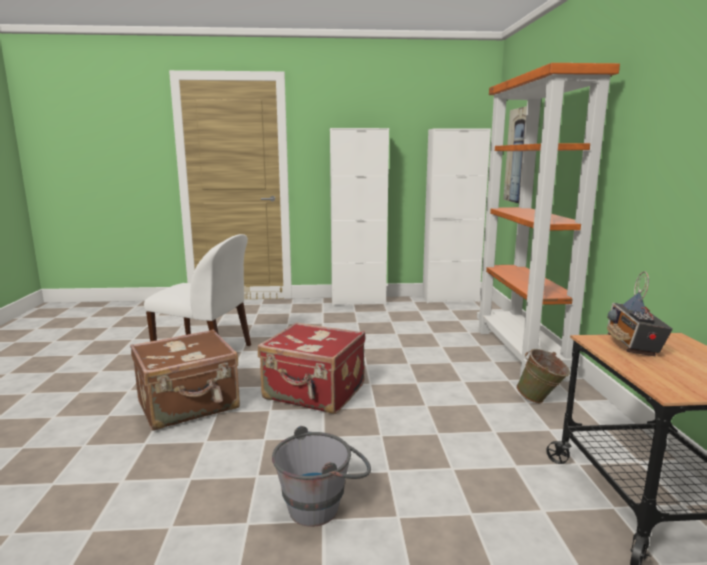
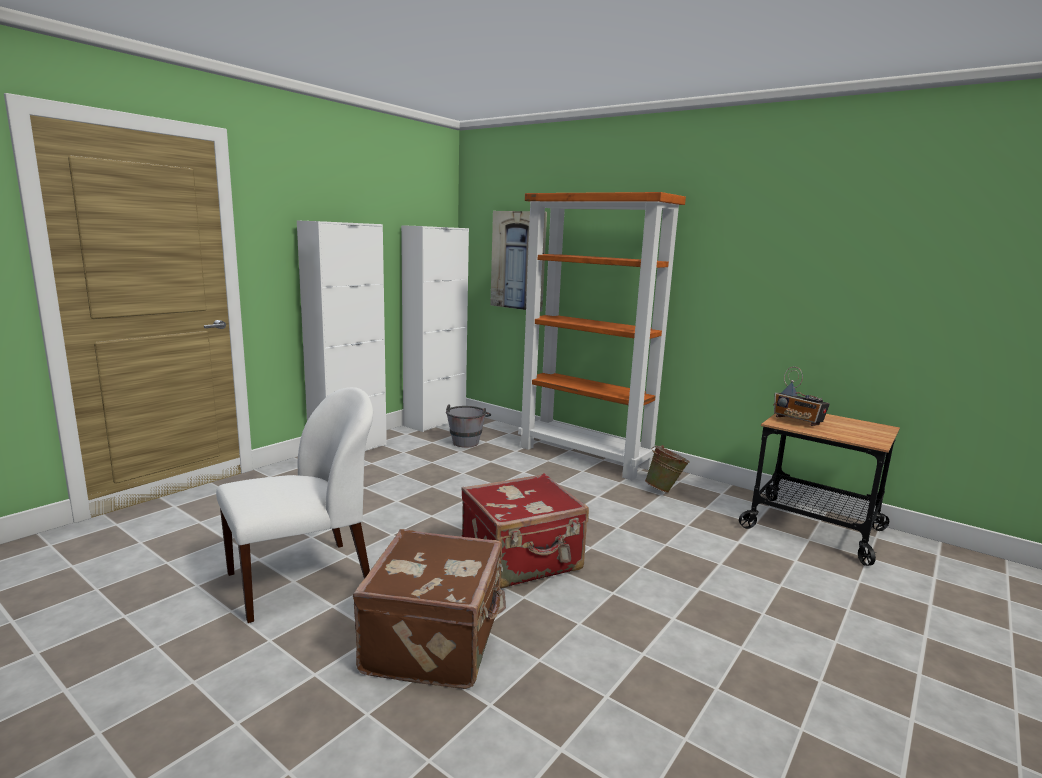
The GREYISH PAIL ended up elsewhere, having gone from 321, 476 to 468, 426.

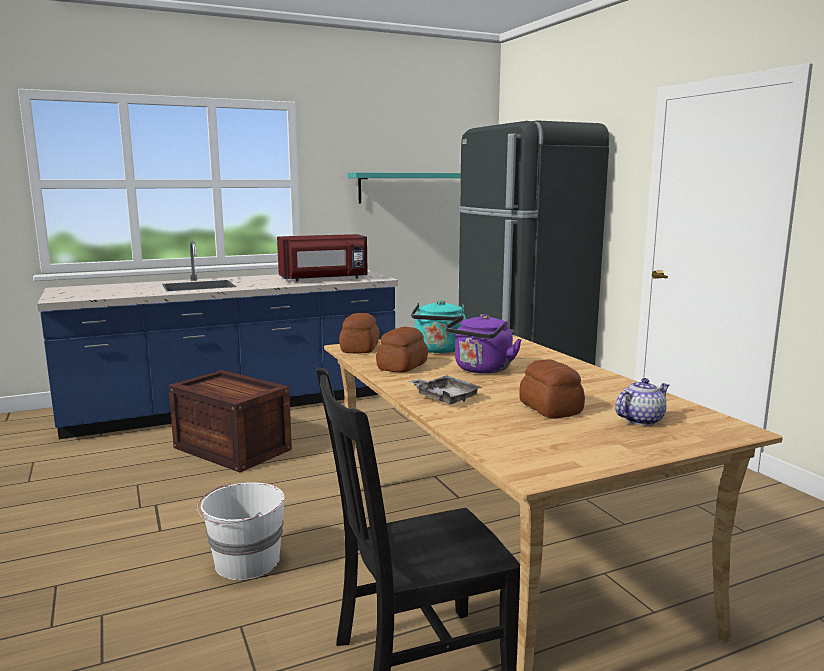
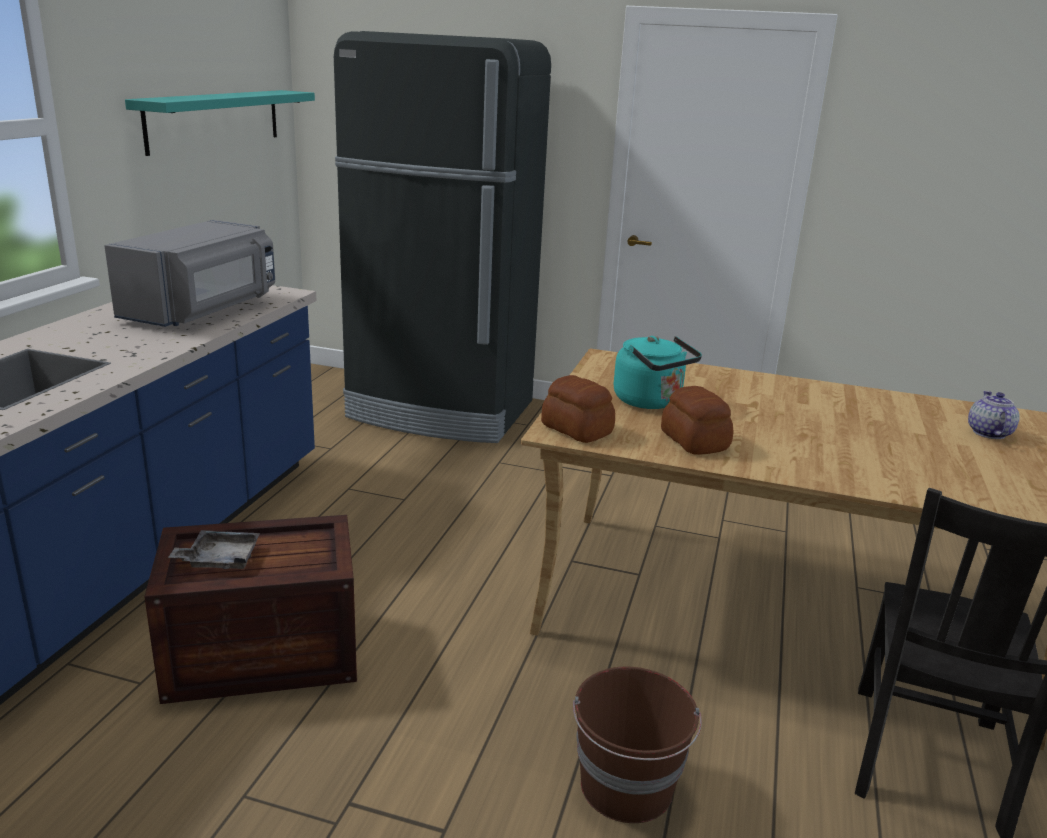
What was the RED-COLOURED MICROWAVE OVEN at 322, 258 turned into the GREYISH MICROWAVE OVEN at 189, 273.
The second view lost the PURPLE TEA KETTLE at 484, 344.
The second view lost the BAKERY BREAD at 552, 388.
The GREYISH SERVING TRAY ended up elsewhere, having gone from 445, 389 to 214, 549.
What was the WHITISH PAIL at 241, 531 turned into the BROWN-COLOURED PAIL at 637, 745.

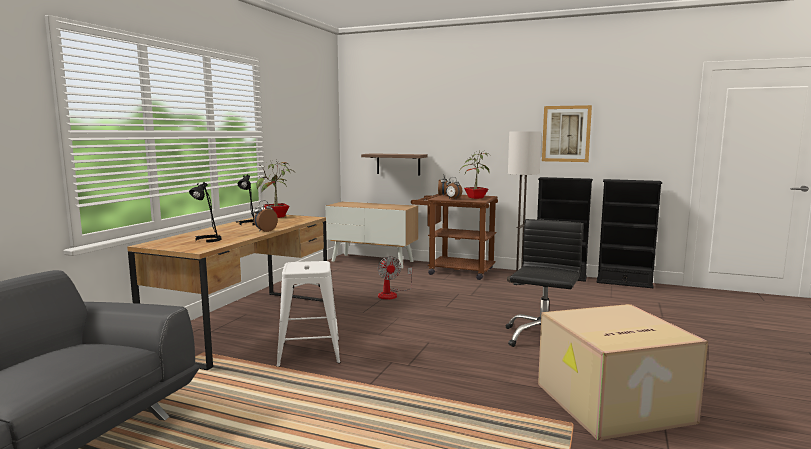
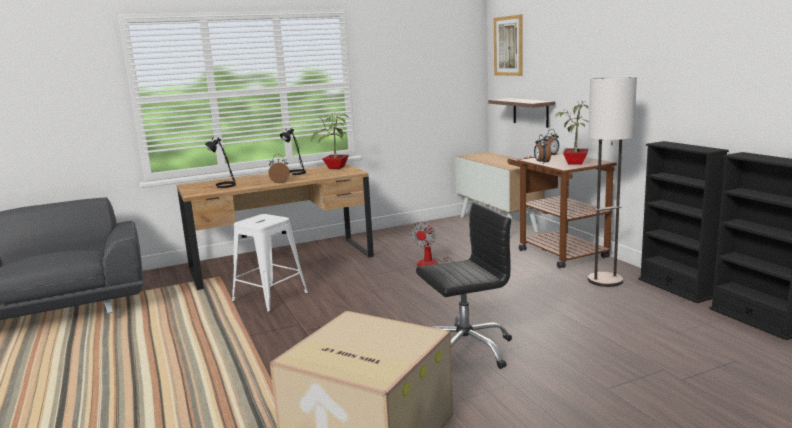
The PICTURE ended up elsewhere, having gone from 567, 133 to 508, 45.

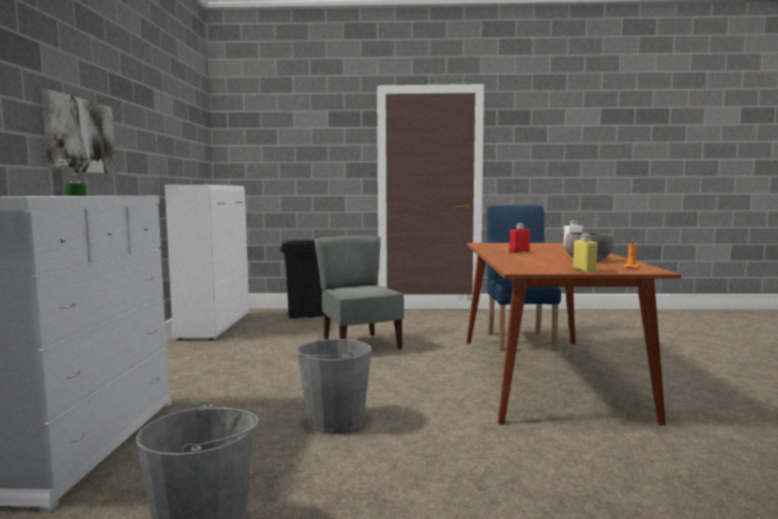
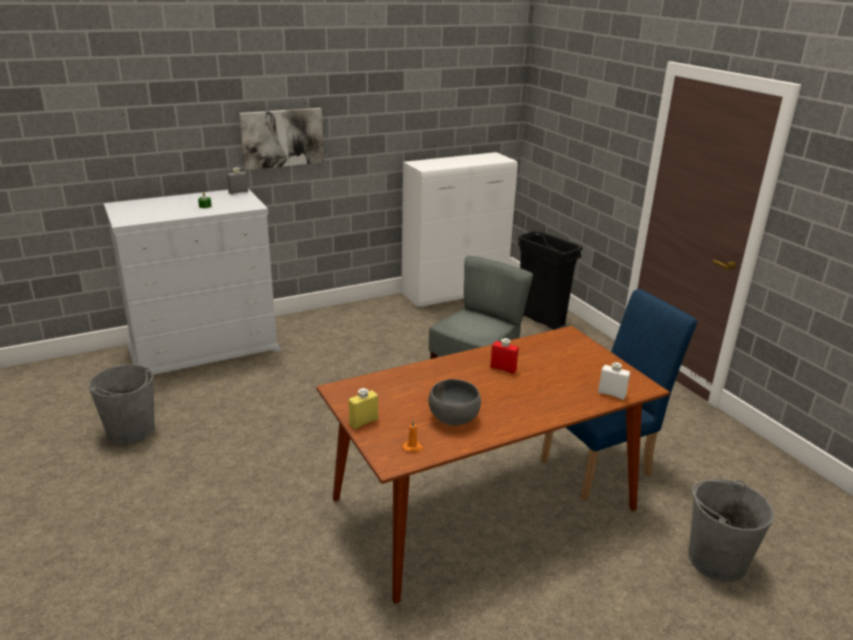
The GREYISH PAIL ended up elsewhere, having gone from 333, 385 to 731, 530.

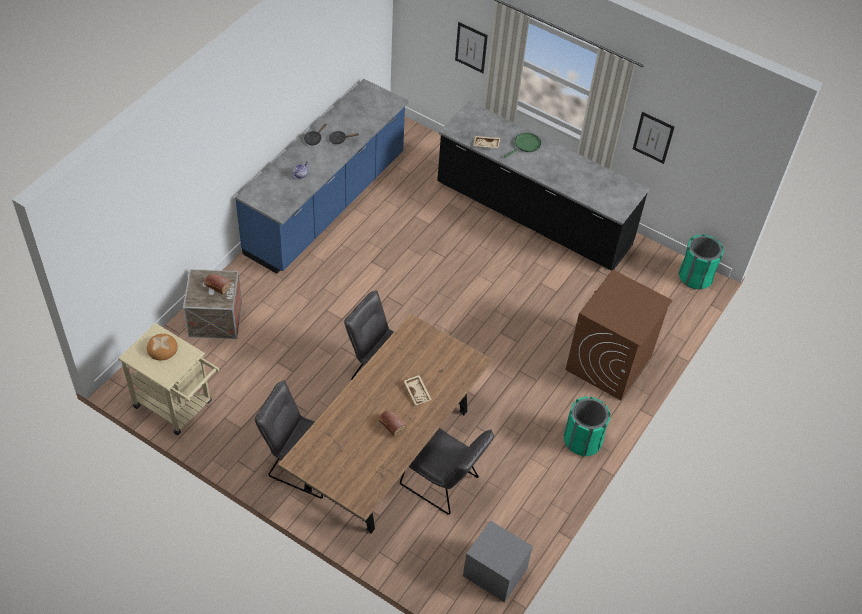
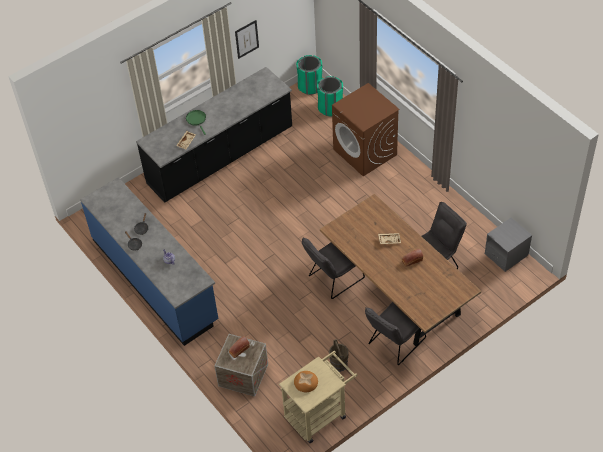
The second view lost the PICTURE at 471, 47.
The GREENISH TRASH CAN ended up elsewhere, having gone from 587, 426 to 330, 96.
The second view gained the BROWN-COLOURED PAIL at 339, 355.

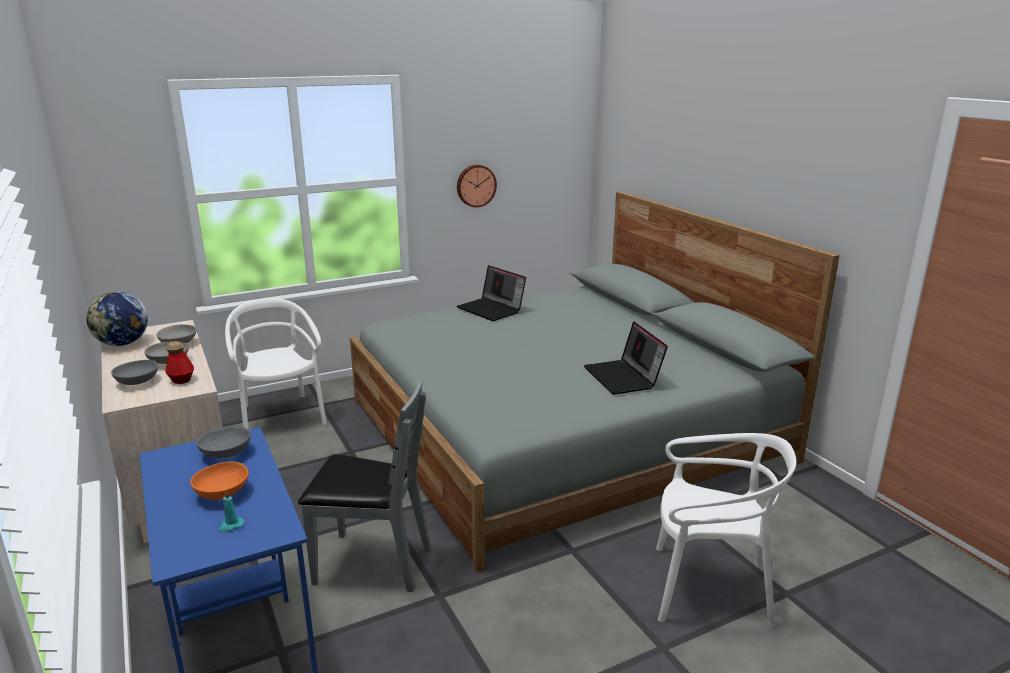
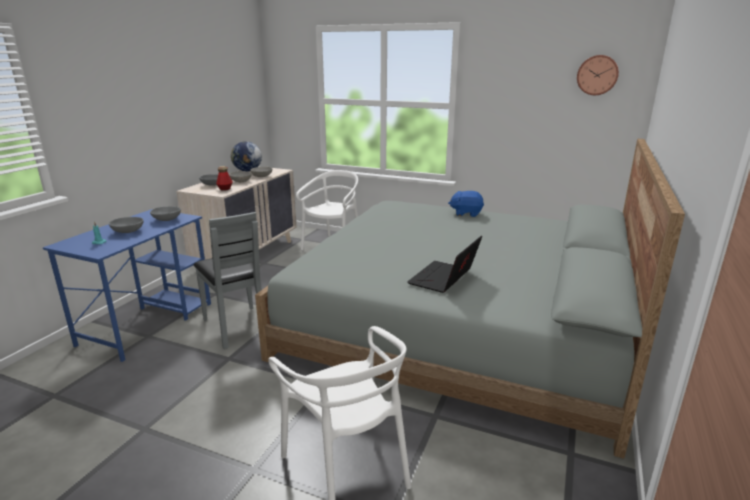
The CLOCK ON THE WALL ended up elsewhere, having gone from 477, 186 to 598, 75.
Where the LAPTOP stood at 491, 293, the BLUE CUDDLY TOY came to stand at 466, 204.
What was the ORANGE BOWL at 219, 481 turned into the GREYISH BOWL at 126, 225.

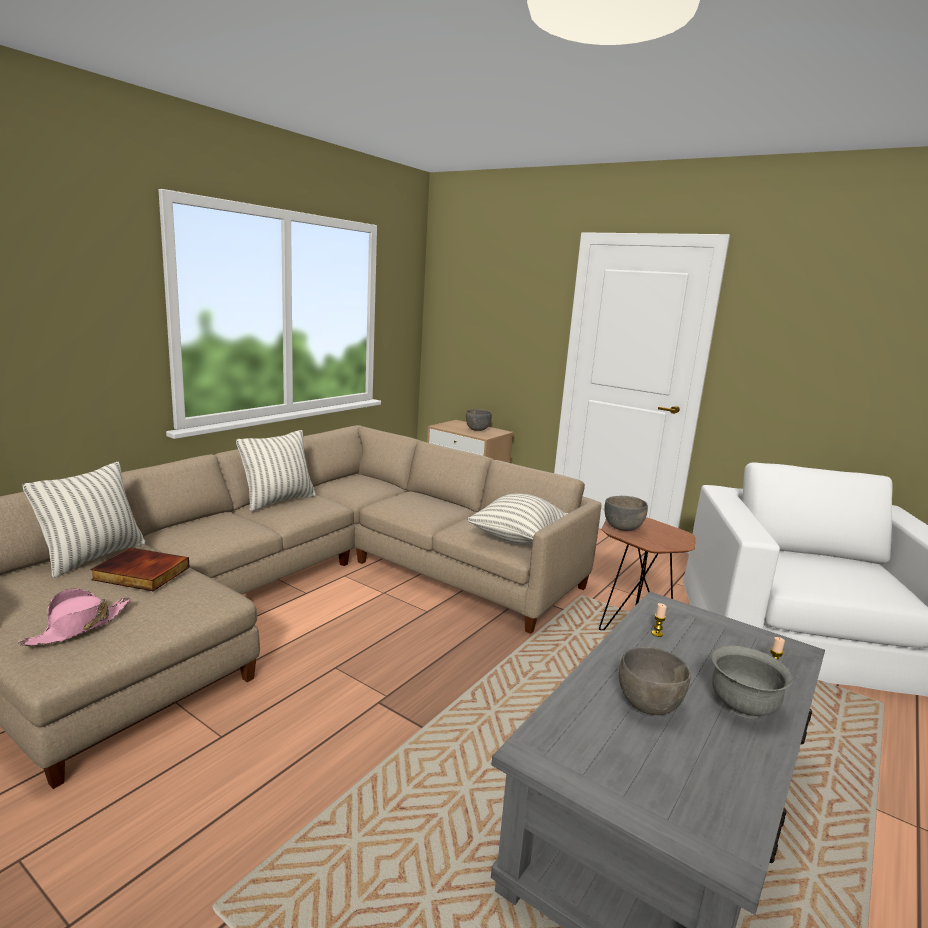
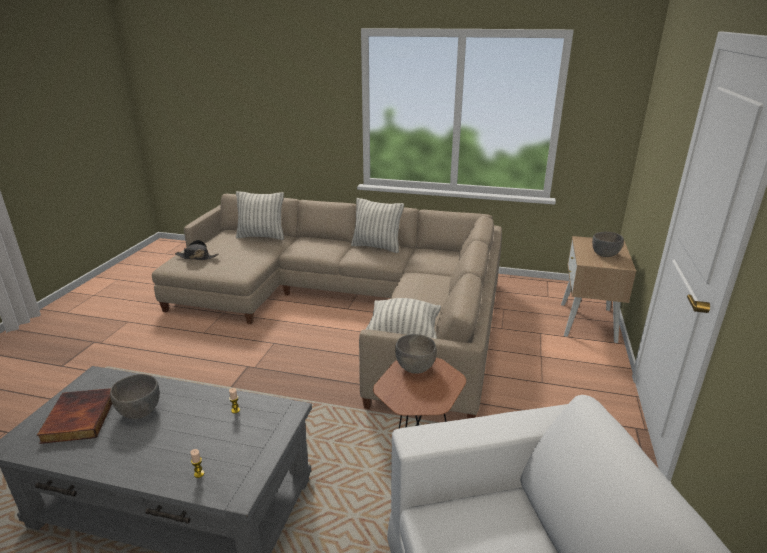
The VOLUME ended up elsewhere, having gone from 140, 569 to 74, 416.
What was the PINK-COLOURED HAT at 74, 617 turned into the BLACK HAT at 197, 250.
The second view lost the GREYISH BOWL at 752, 681.

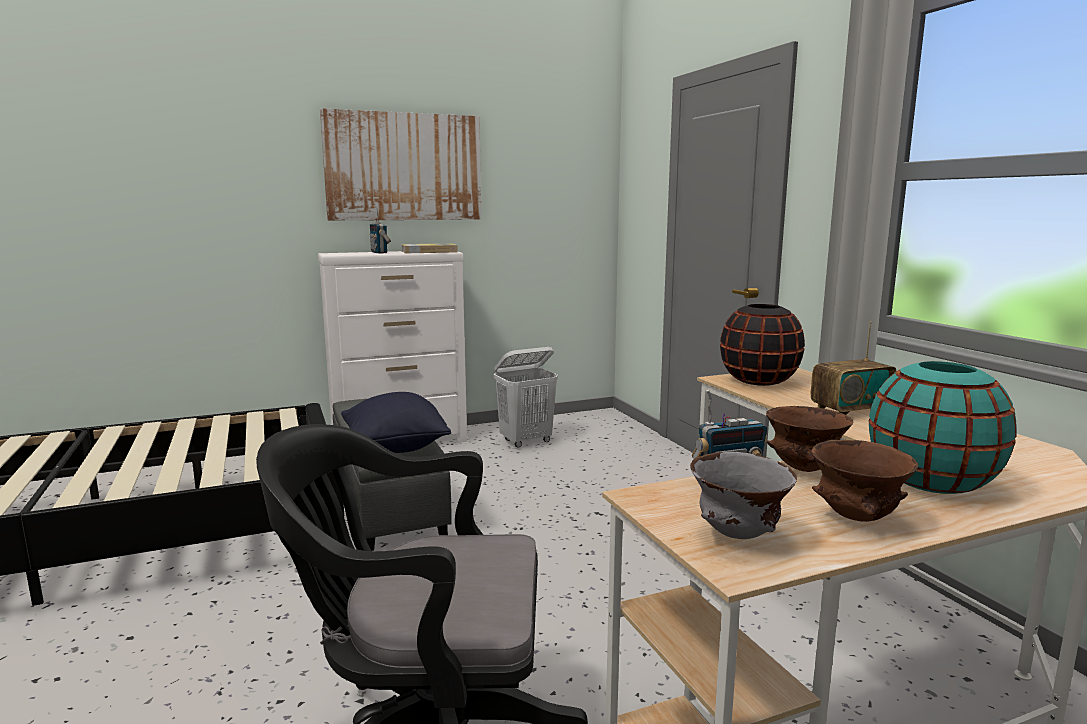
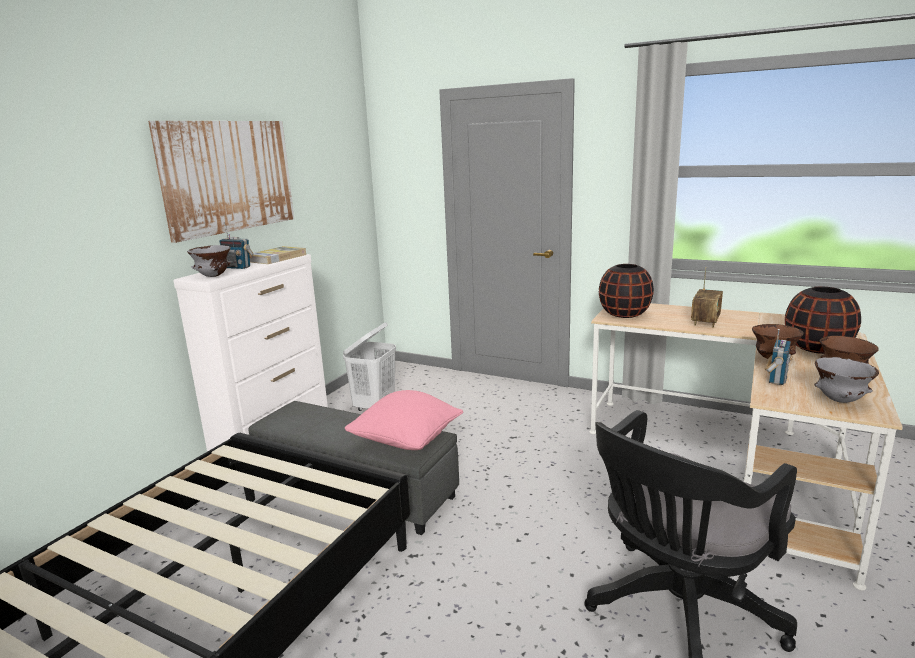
What was the BLUE-GREEN VASE at 943, 427 turned into the BLACK VASE at 823, 320.
What was the BLACK CUSHION at 396, 422 turned into the PINK-COLOURED CUSHION at 404, 420.
The second view gained the GREYISH BOWL at 209, 261.

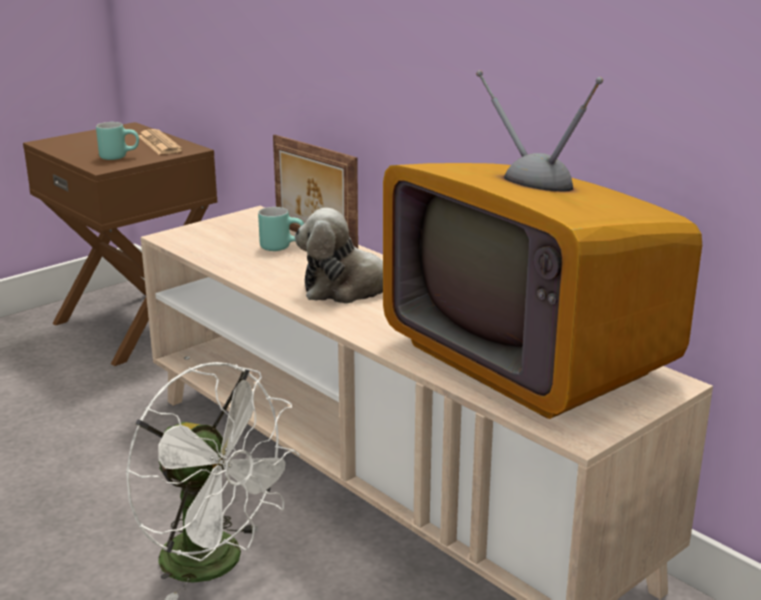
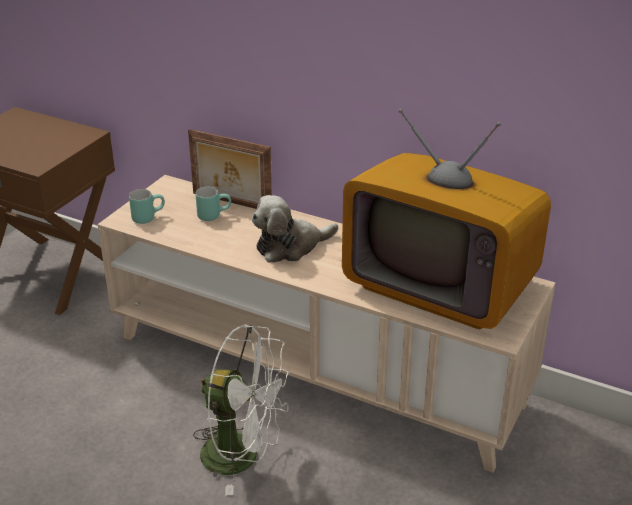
The BLUE-GREEN COFFEE MUG ended up elsewhere, having gone from 117, 141 to 147, 206.
The second view lost the PRINTED PAPER at 160, 142.

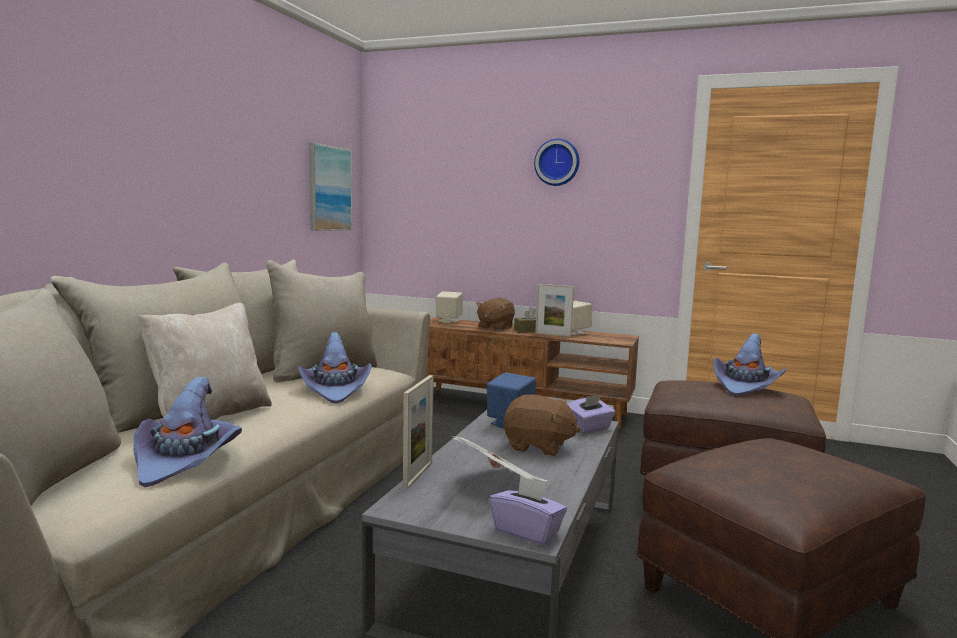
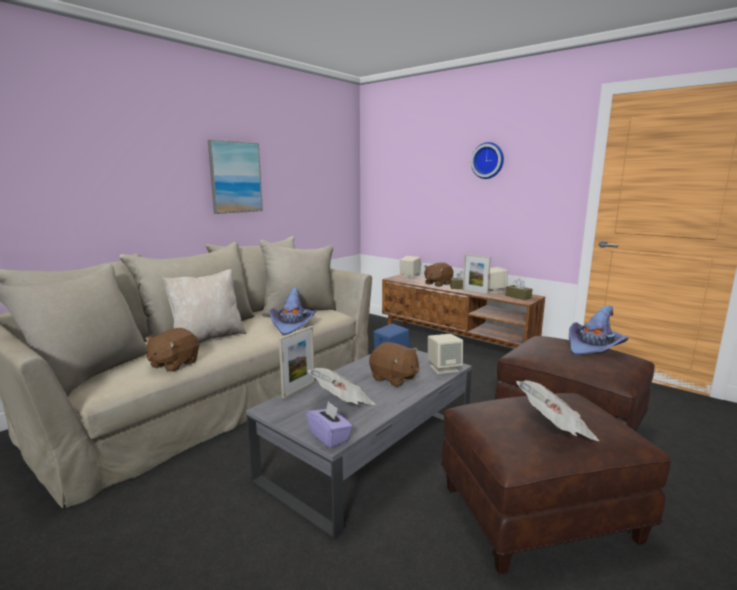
The PICTURE ended up elsewhere, having gone from 330, 187 to 235, 177.
Where the PURPLE HAT stood at 188, 432, the BROWN-COLOURED CUDDLY TOY came to stand at 172, 350.
Where the PURPLE BOX OF TISSUES stood at 591, 414, the BEIGE-COLOURED LOUDSPEAKER came to stand at 445, 354.
The second view gained the BROWN-COLOURED BOX OF TISSUES at 519, 289.
The second view gained the PRINTED PAPER at 557, 410.

